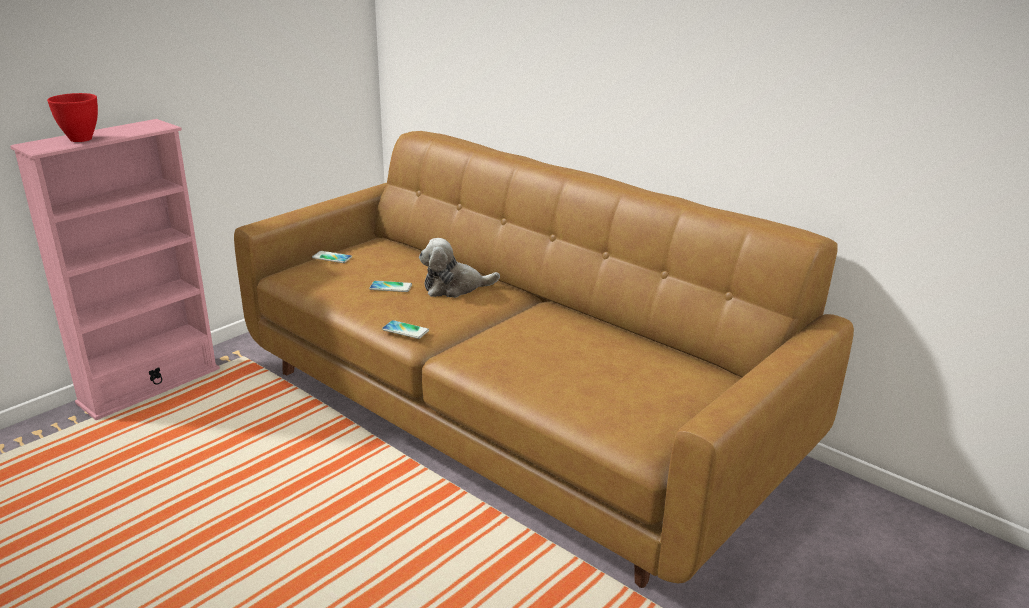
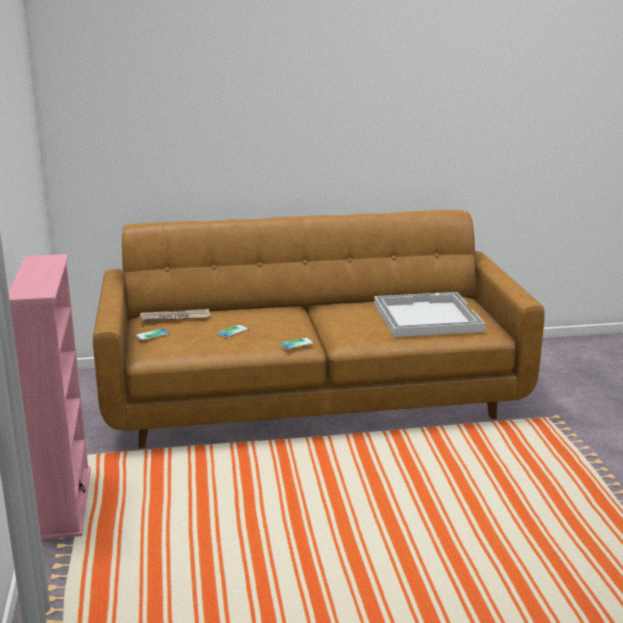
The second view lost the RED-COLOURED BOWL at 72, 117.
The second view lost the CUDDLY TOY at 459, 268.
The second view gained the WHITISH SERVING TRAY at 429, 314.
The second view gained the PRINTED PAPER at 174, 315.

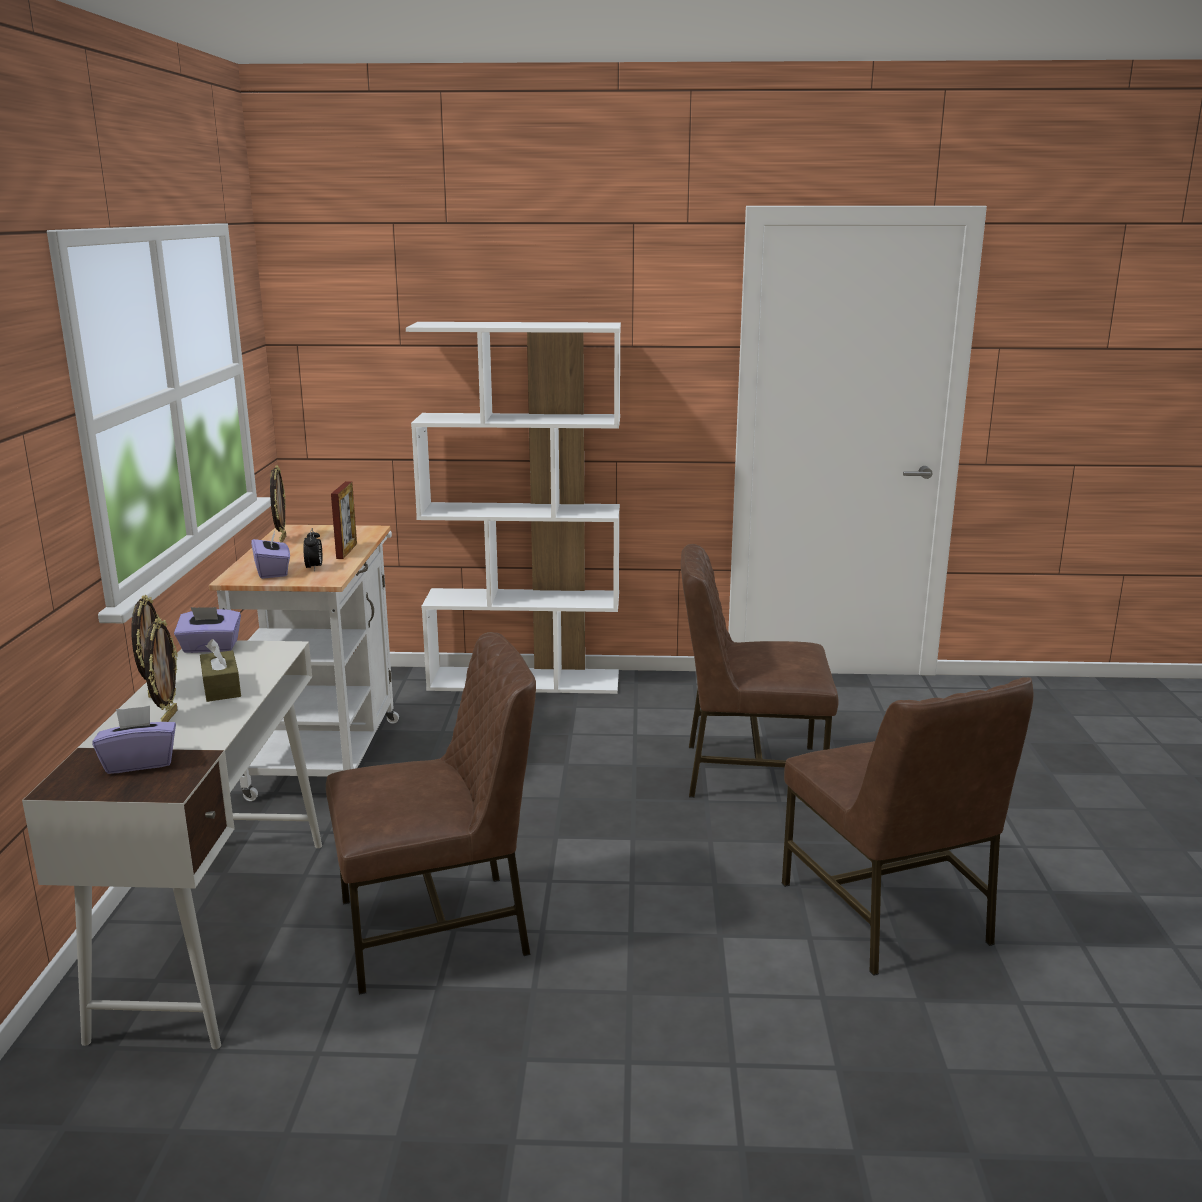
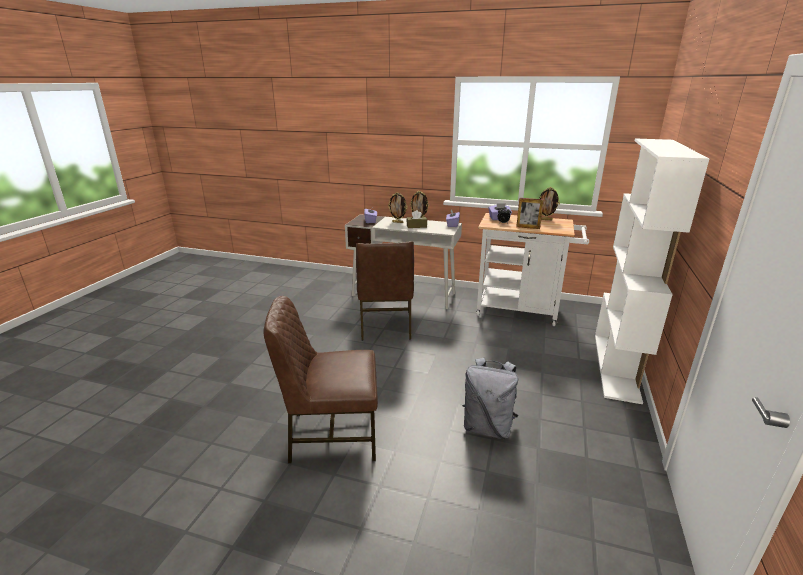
Where the BROWN-COLOURED UPRIGHT CHAIR stood at 760, 671, the GREYISH BACKPACK came to stand at 490, 398.

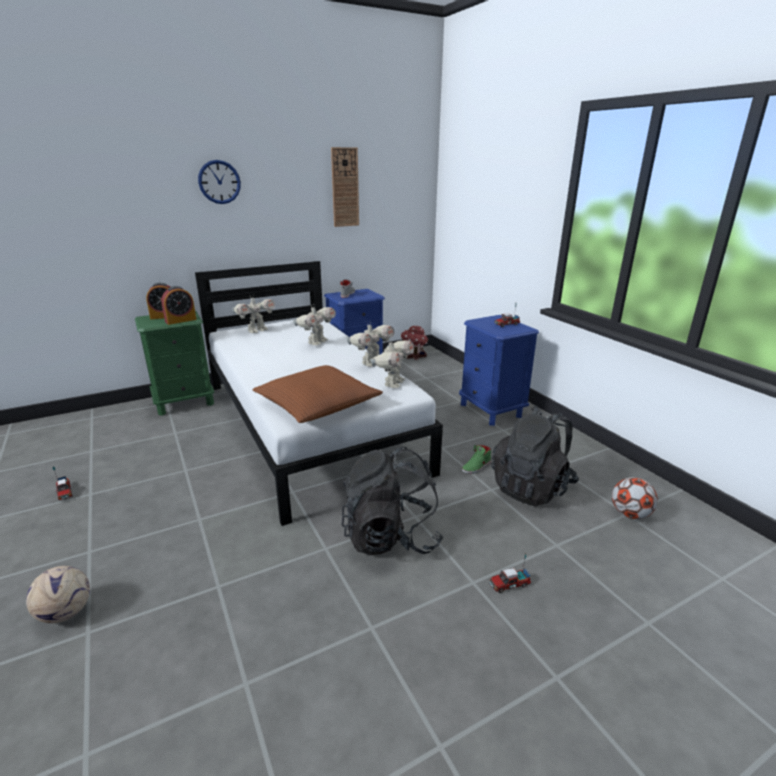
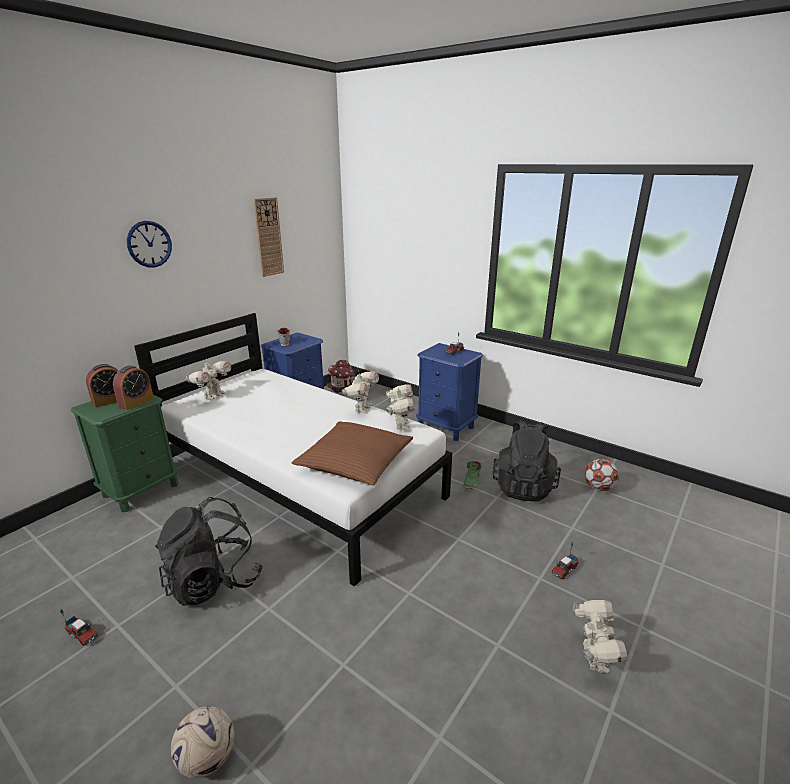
The ROBOT FIGURE ended up elsewhere, having gone from 314, 324 to 600, 636.
The BLACK BACKPACK ended up elsewhere, having gone from 392, 501 to 209, 551.

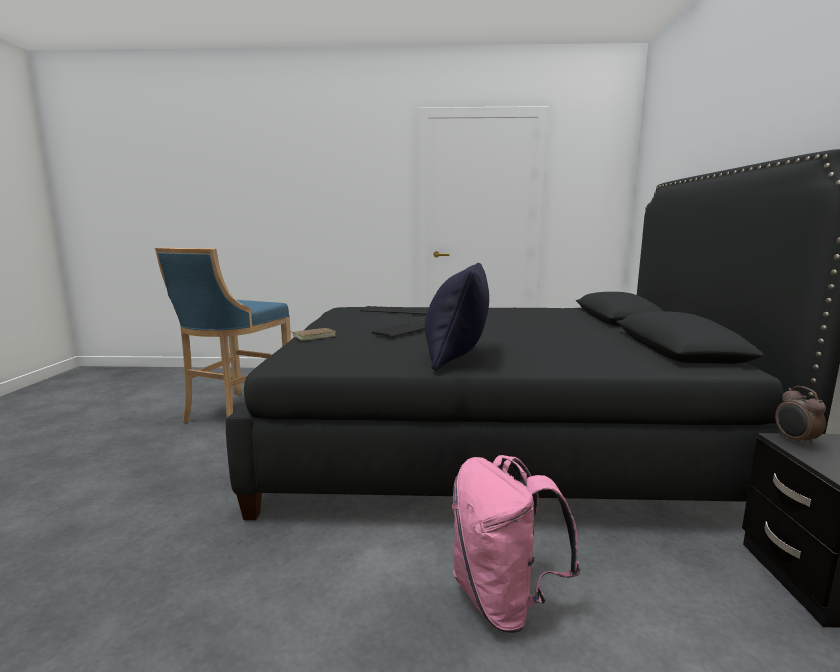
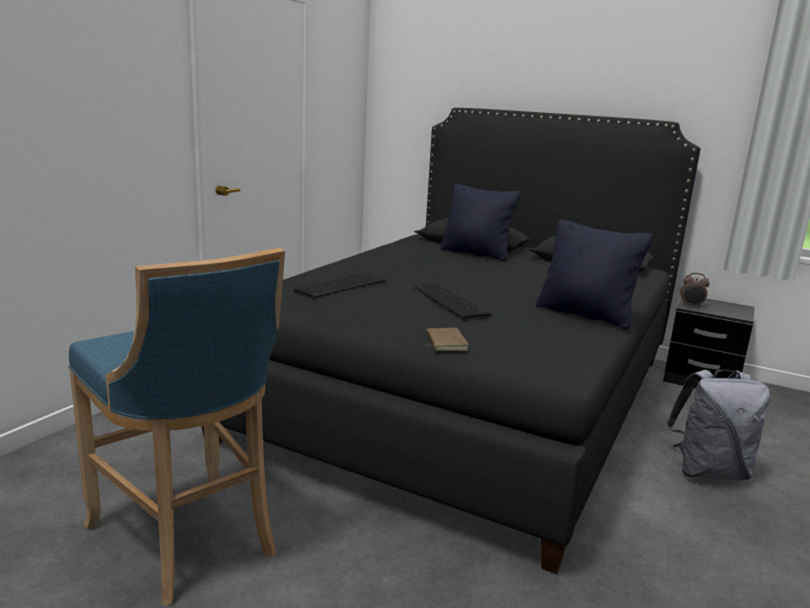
What was the PINK-COLOURED BACKPACK at 516, 544 turned into the GREYISH BACKPACK at 718, 425.
The second view gained the BLACK CUSHION at 480, 222.

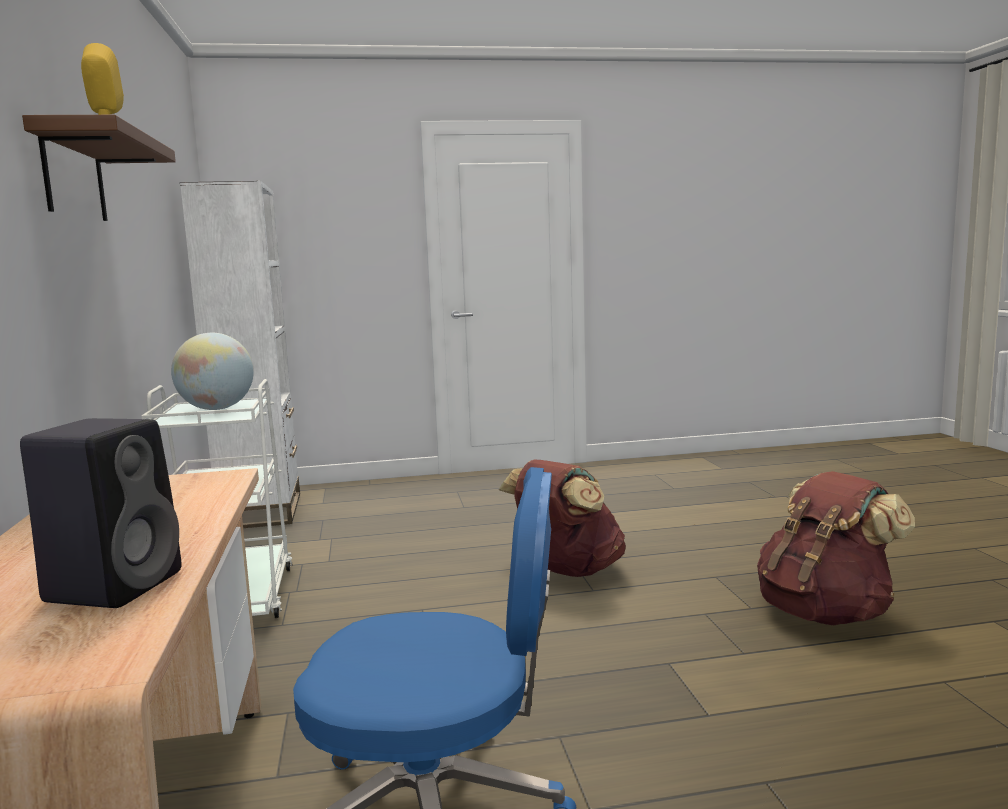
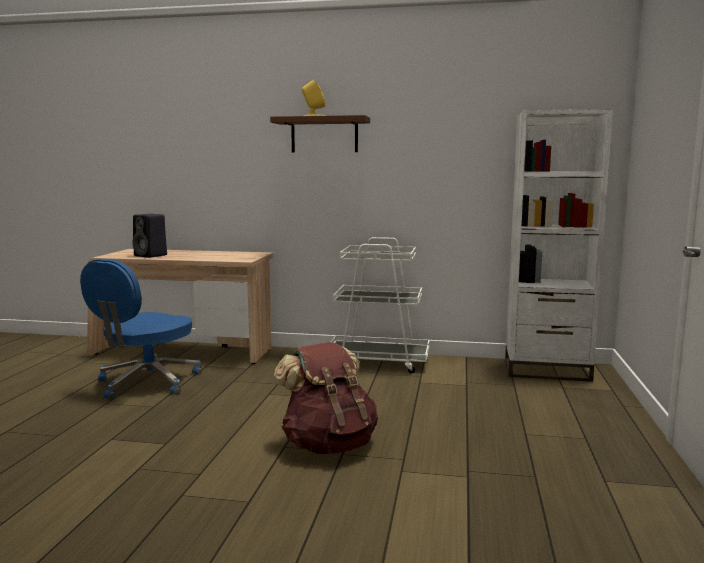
The second view lost the WORLD GLOBE at 212, 371.
The second view lost the BROWN-COLOURED BACKPACK at 836, 548.

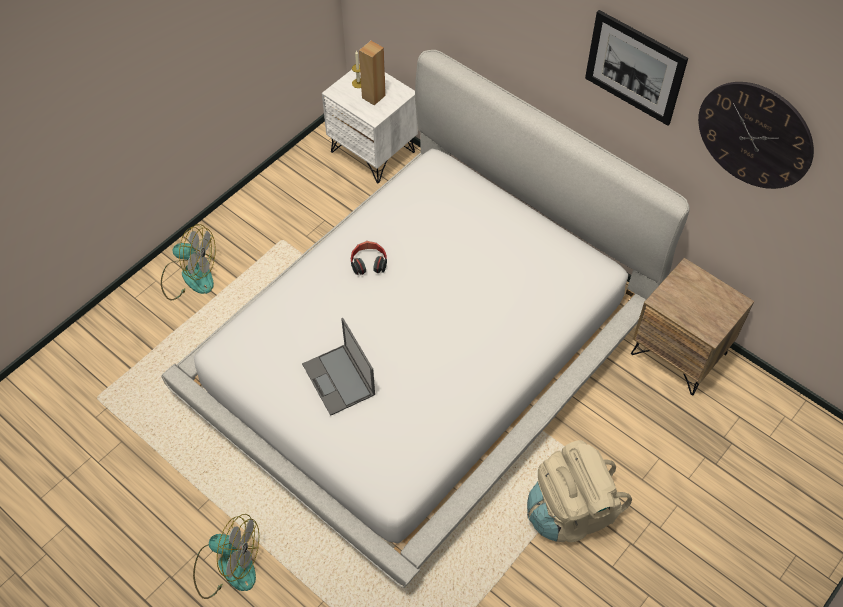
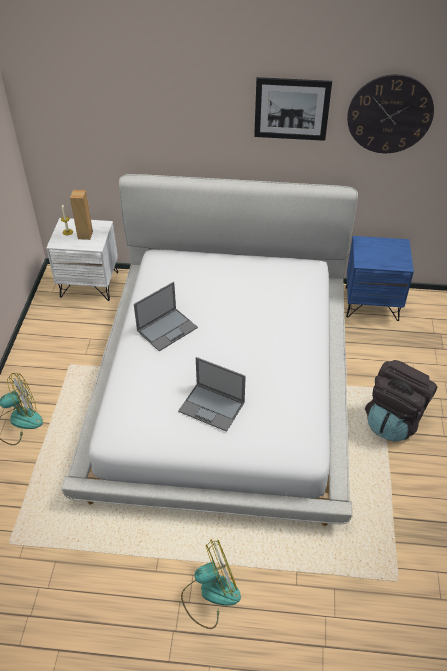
Where the PAIR OF HEADPHONES stood at 369, 258, the LAPTOP came to stand at 166, 316.
What was the BROWN-COLOURED BEDSIDE TABLE at 692, 326 turned into the BLUE BEDSIDE TABLE at 379, 278.
What was the BEIGE-COLOURED BACKPACK at 579, 491 turned into the BLACK BACKPACK at 401, 401.

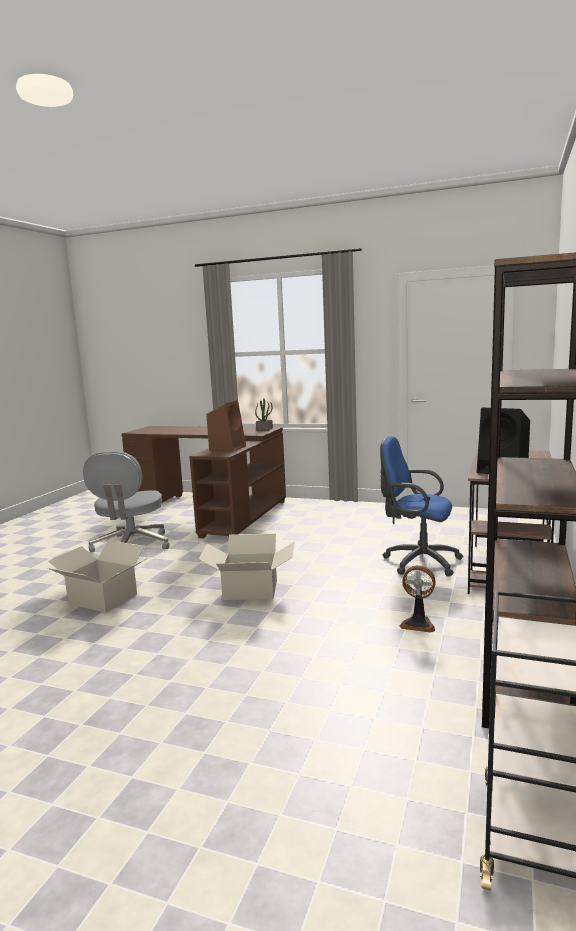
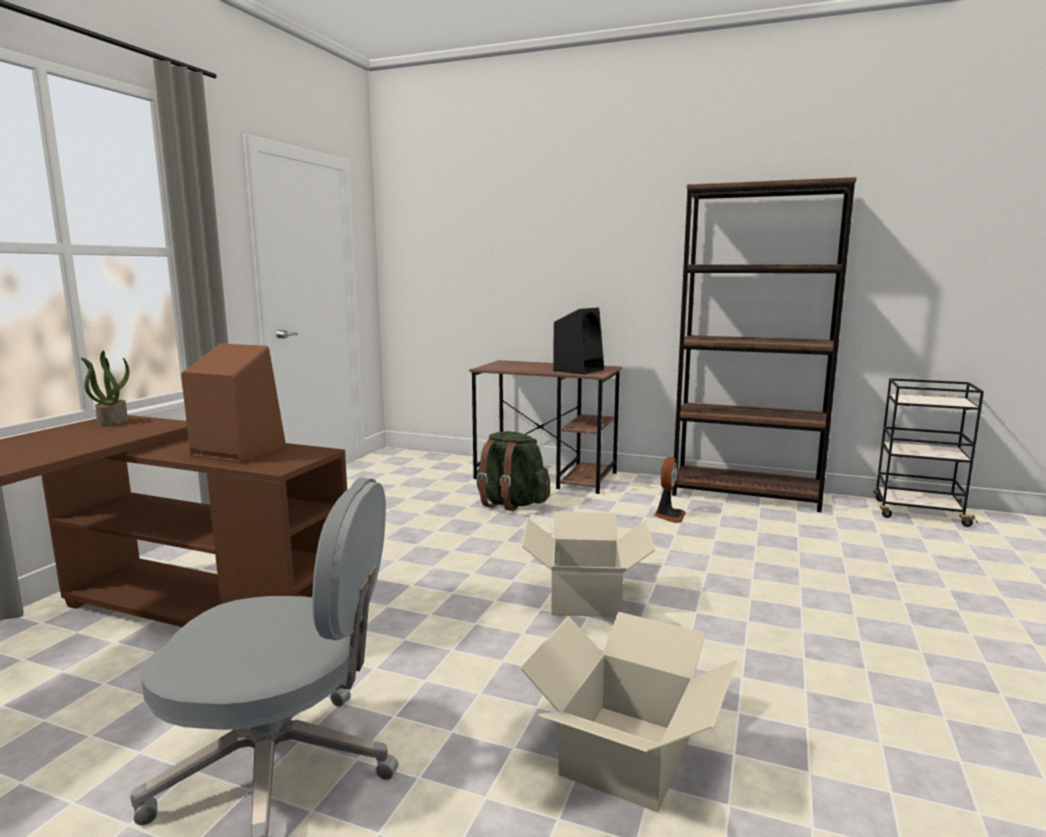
Where the BLUE COMPUTER CHAIR stood at 421, 506, the GREENISH BACKPACK came to stand at 513, 471.

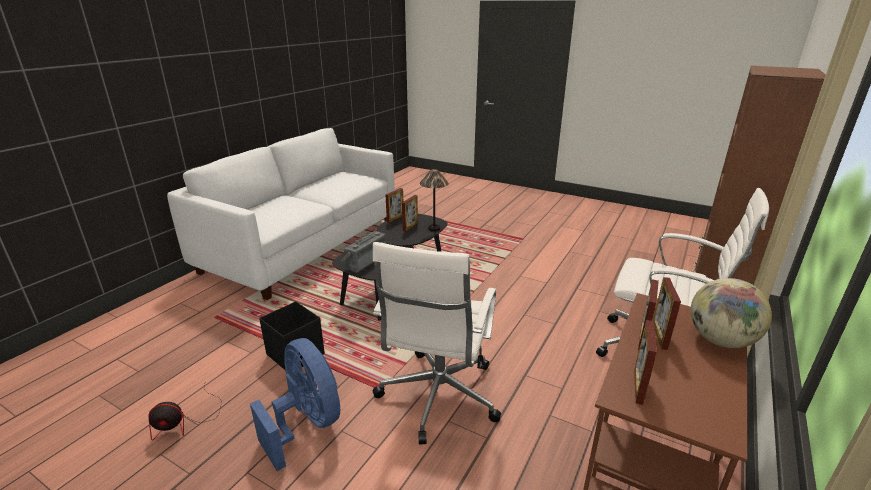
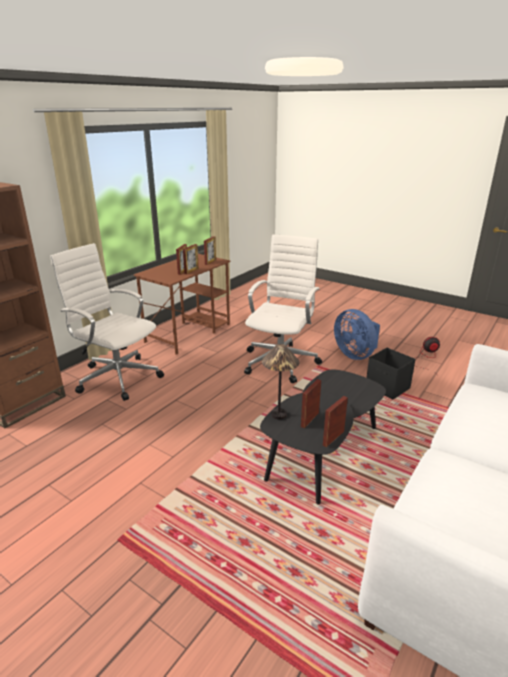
The second view lost the RADIO at 363, 252.
The second view lost the WORLD GLOBE at 731, 313.

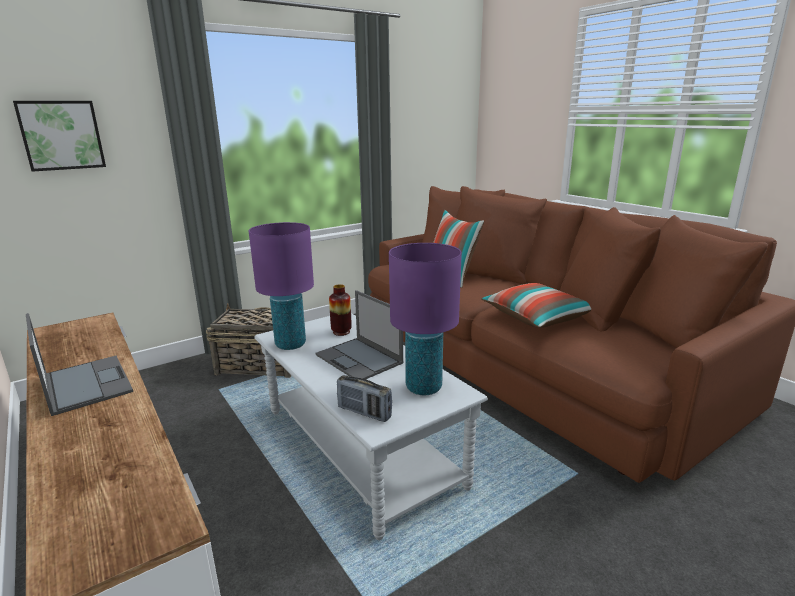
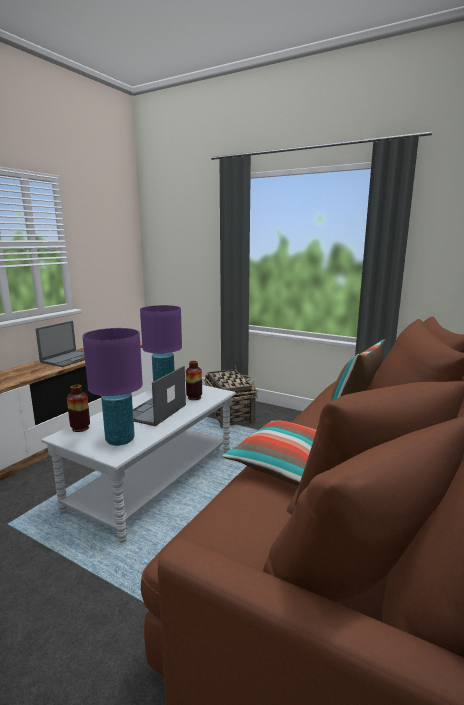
The second view lost the PICTURE at 59, 136.
Where the RADIO stood at 364, 398, the VASE came to stand at 78, 408.

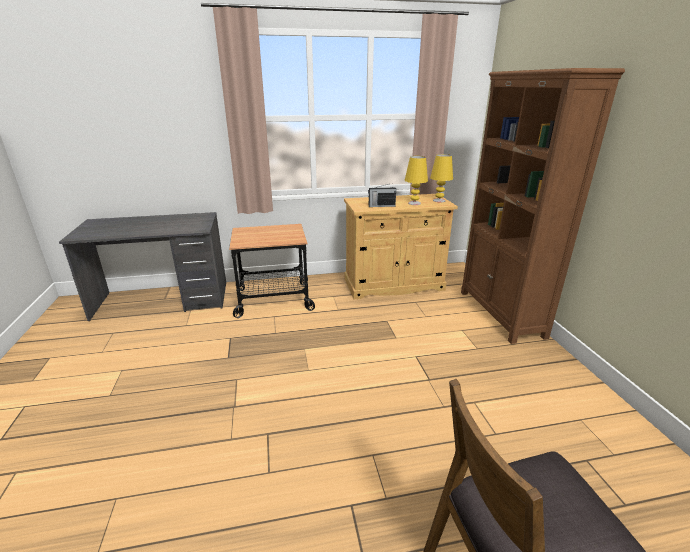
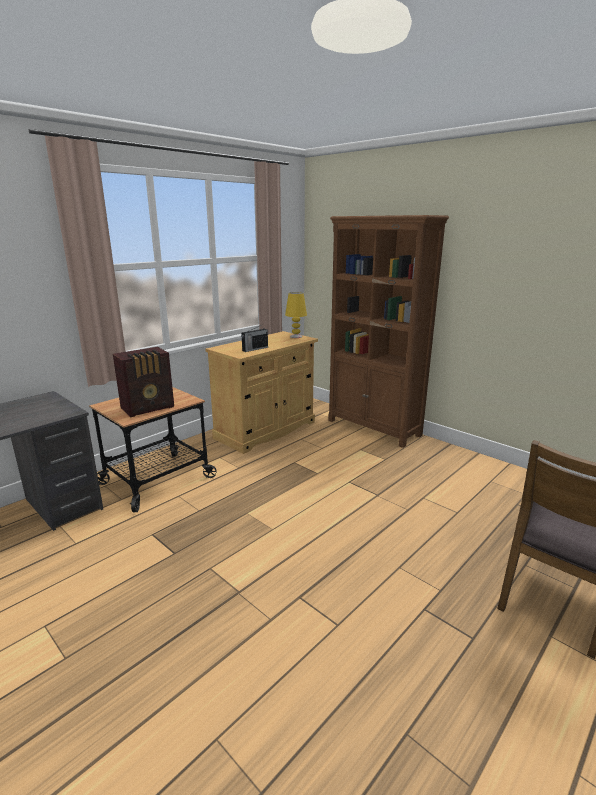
The second view lost the YELLOW LAMP FOR A TABLE at 416, 180.
The second view gained the RADIO at 143, 382.

